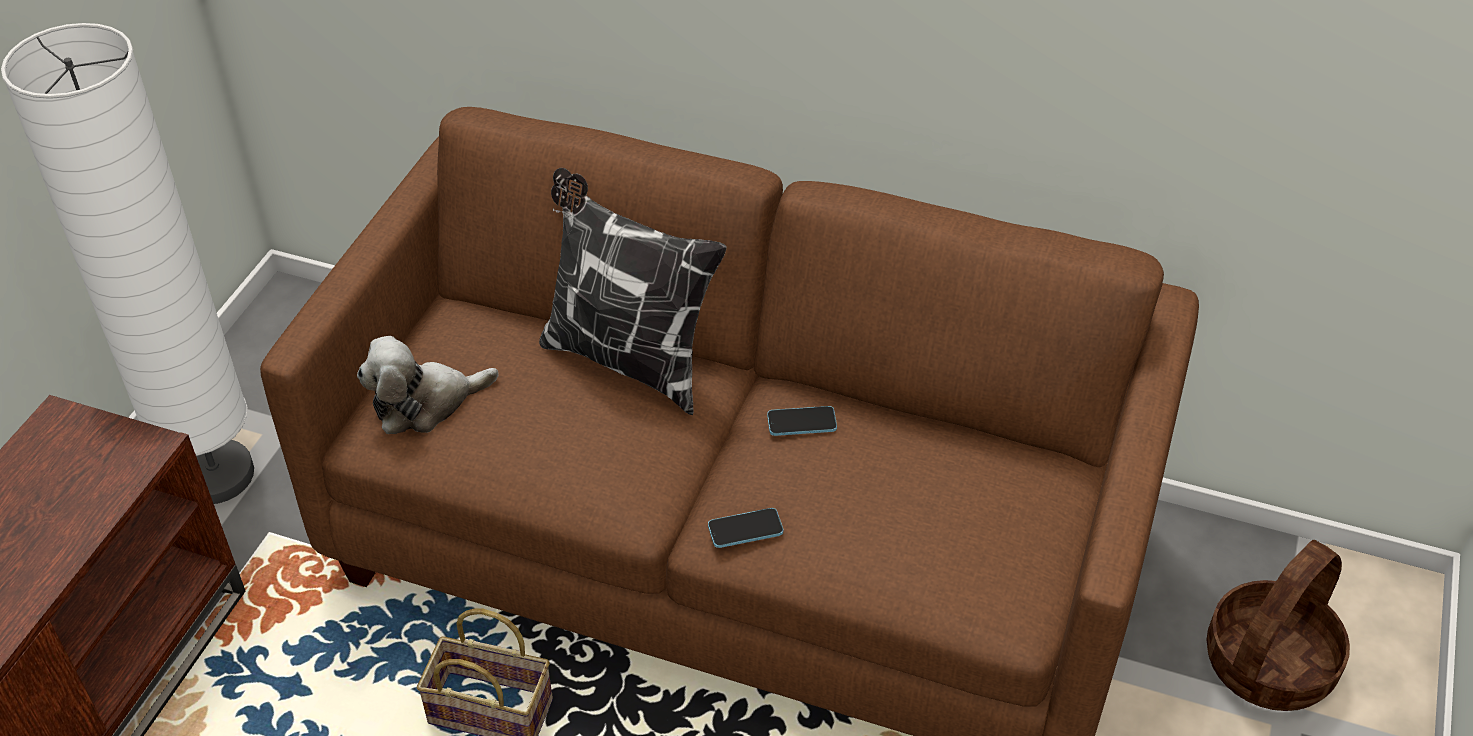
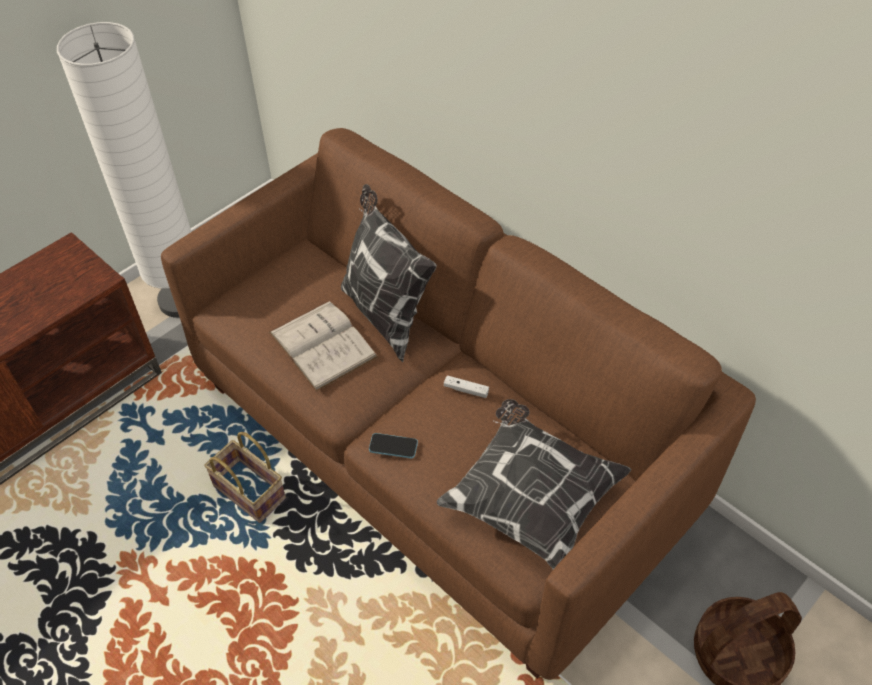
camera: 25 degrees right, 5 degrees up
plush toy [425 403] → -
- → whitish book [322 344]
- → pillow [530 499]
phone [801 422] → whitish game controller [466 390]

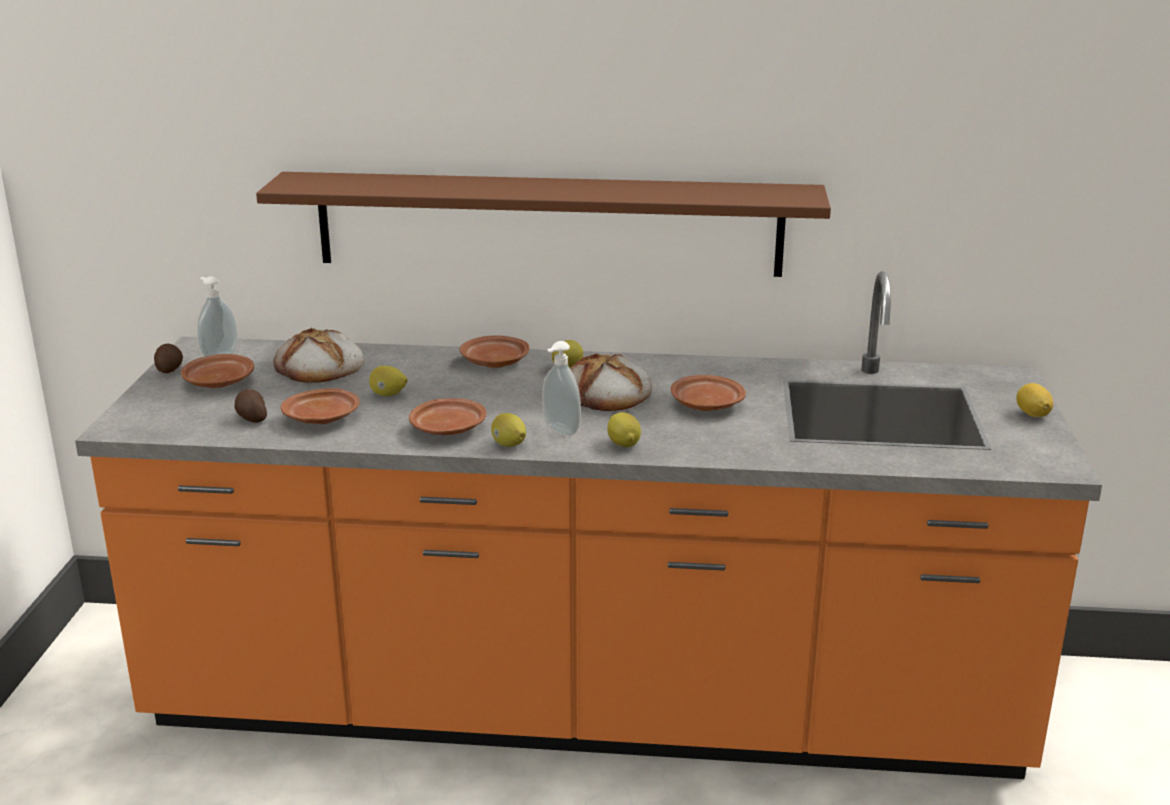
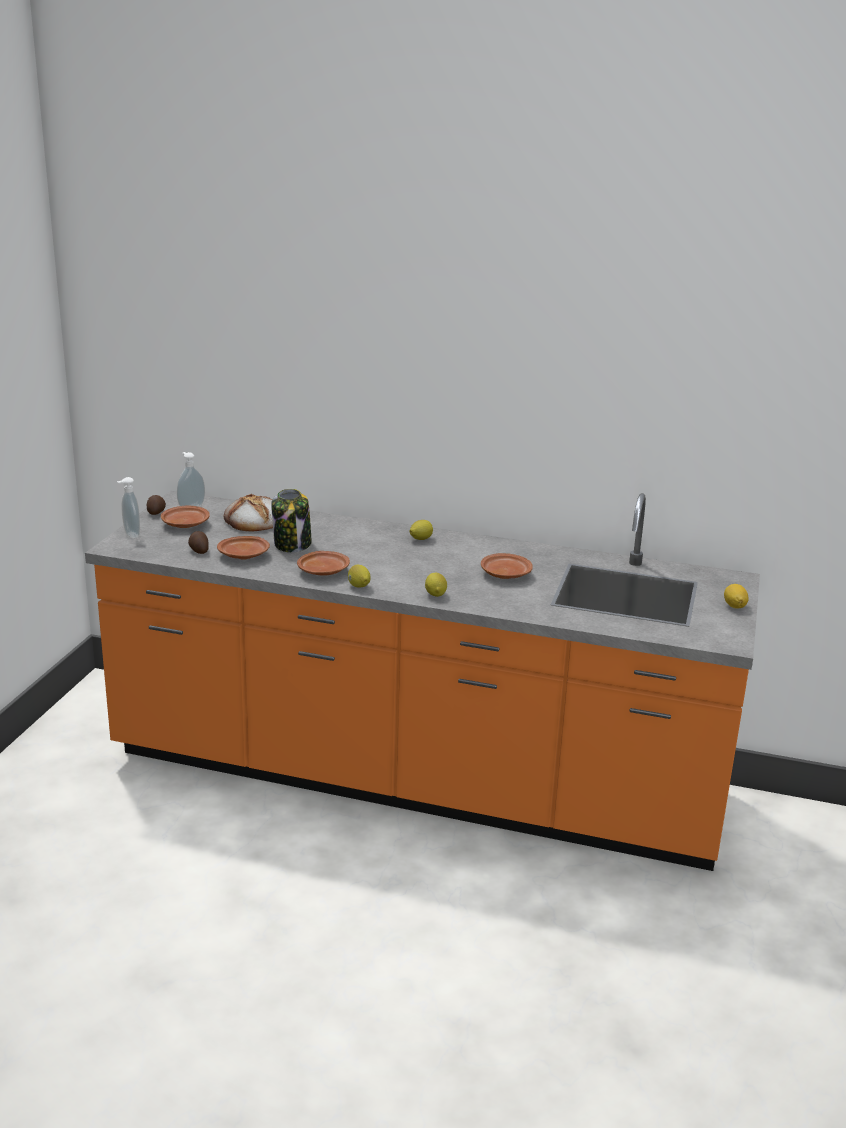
camera: 10 degrees right, 0 degrees up
brown-coloured bracket shelf [548 224] → -
brown-coloured plate [494 362] → -
bread [606 394] → -
soap dispenser [559 431] → soap dispenser [130 535], move
citrus fruit [388 395] → jar [292 544]

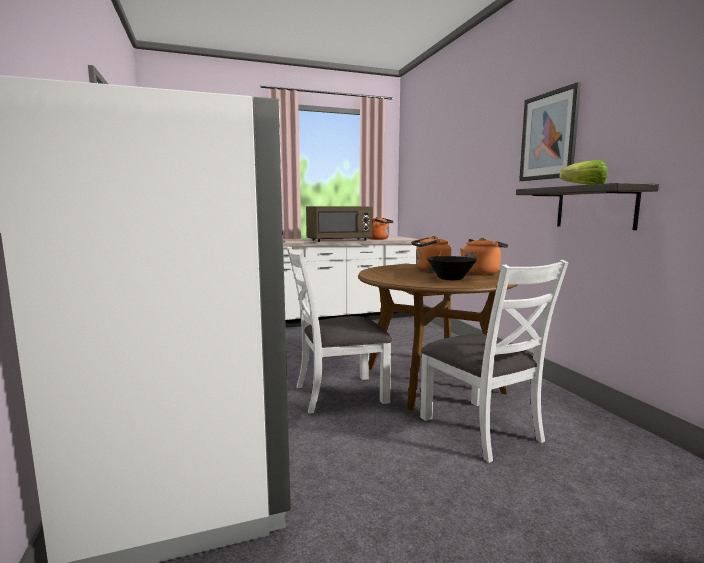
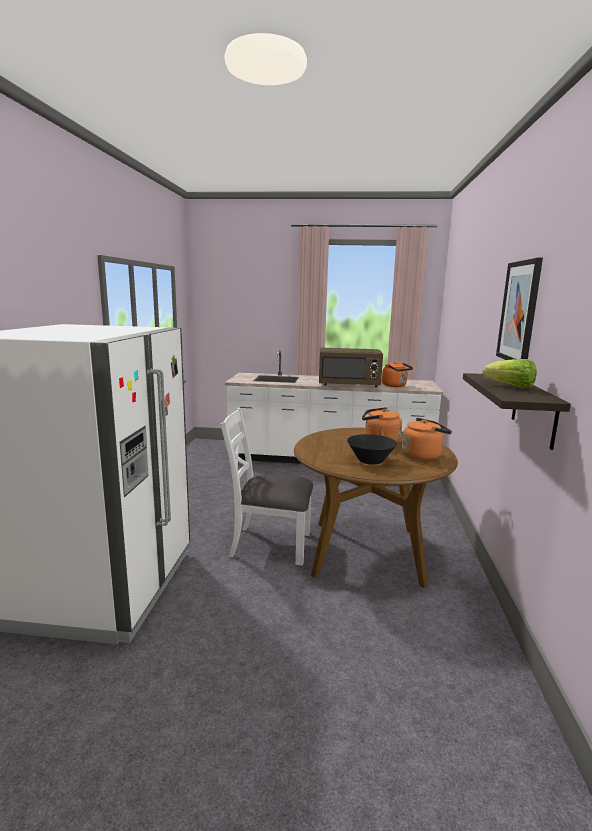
camera: 25 degrees right, 5 degrees up
whitish plain chair [481 428] → -

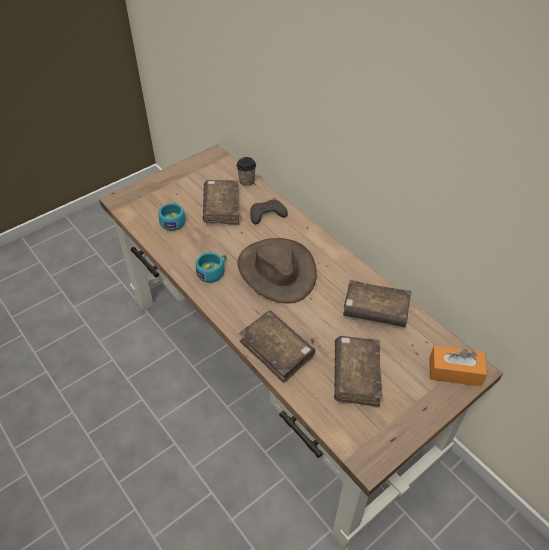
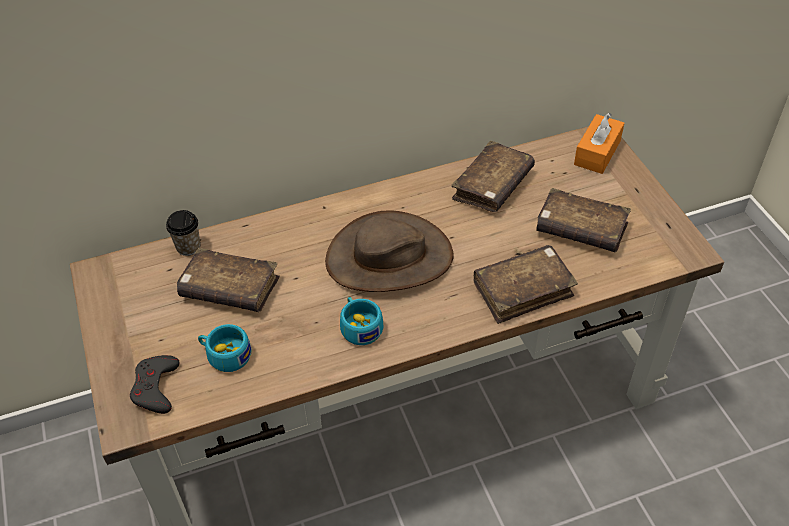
camera: 70 degrees left, 0 degrees up
grey game controller [267 214] → grey game controller [156 388], move

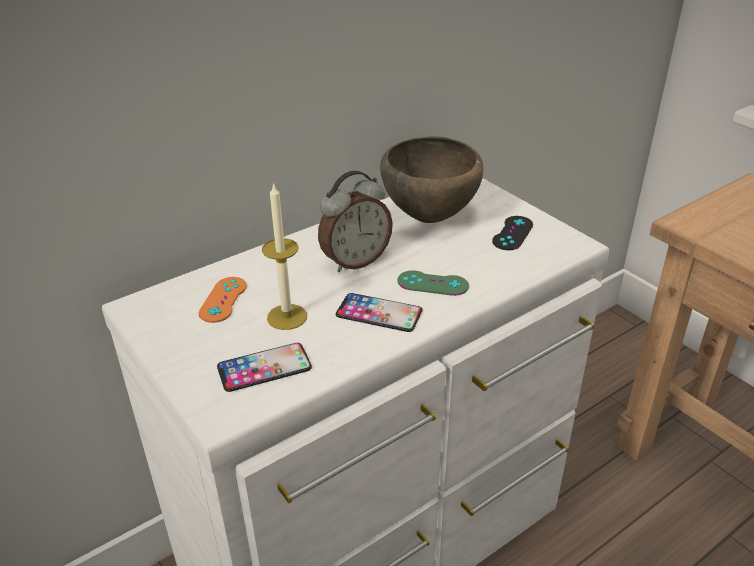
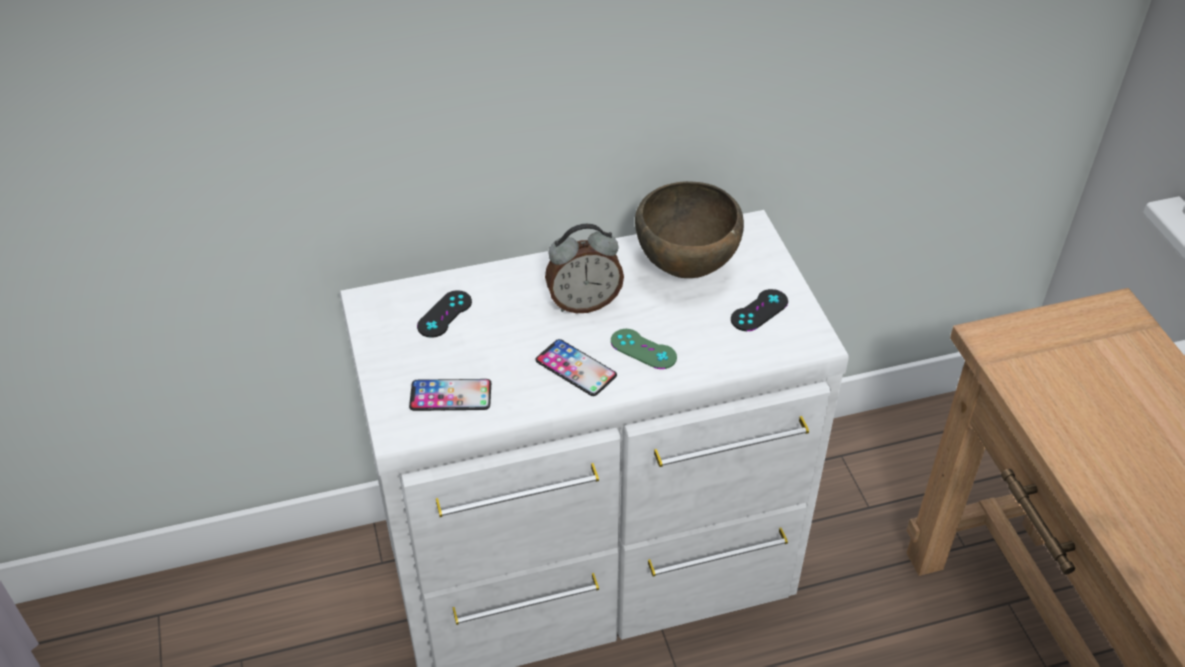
camera: 20 degrees right, 10 degrees up
candle [287 317] → -
orange-coloured game controller [223 299] → black-coloured game controller [444 314]

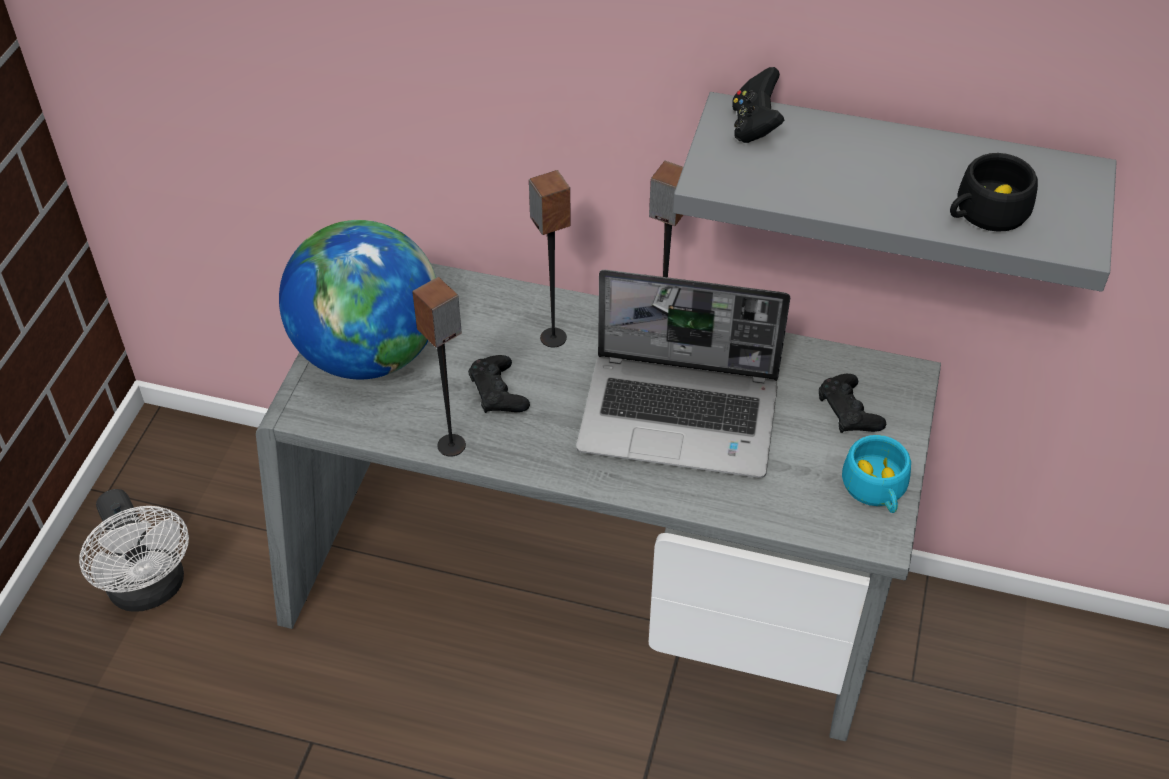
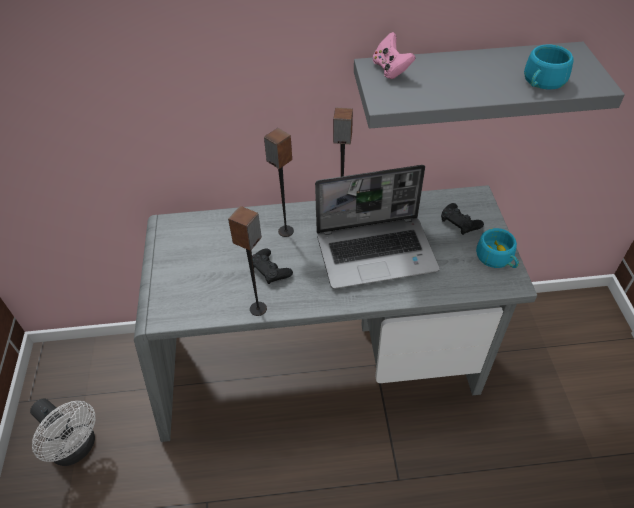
camera: 20 degrees left, 0 degrees up
world globe [368 353] → -
black-coloured game controller [754 126] → pink-coloured game controller [390 69]
black-coloured drinking cup [984 213] → blue-green drinking cup [542 82]

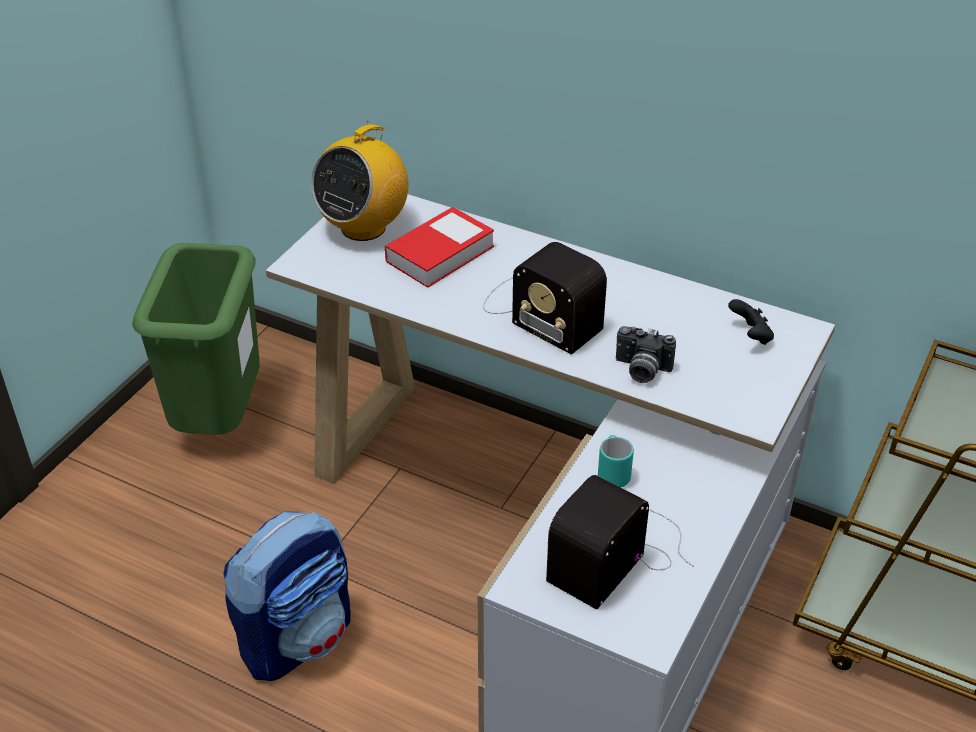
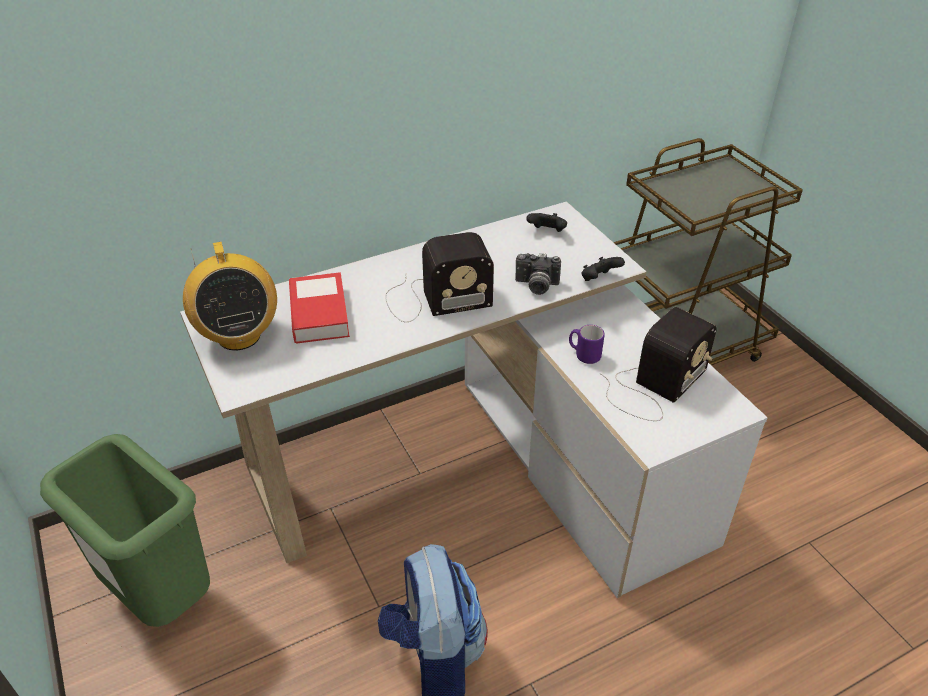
camera: 55 degrees left, 0 degrees up
- → black-coloured game controller [599 279]
blue-green coffee mug [613 473] → purple coffee mug [584 355]
radio receiver [619 551] → radio receiver [653 386], 120 degrees counterclockwise
still camera [641 370] → still camera [536 286], 45 degrees clockwise

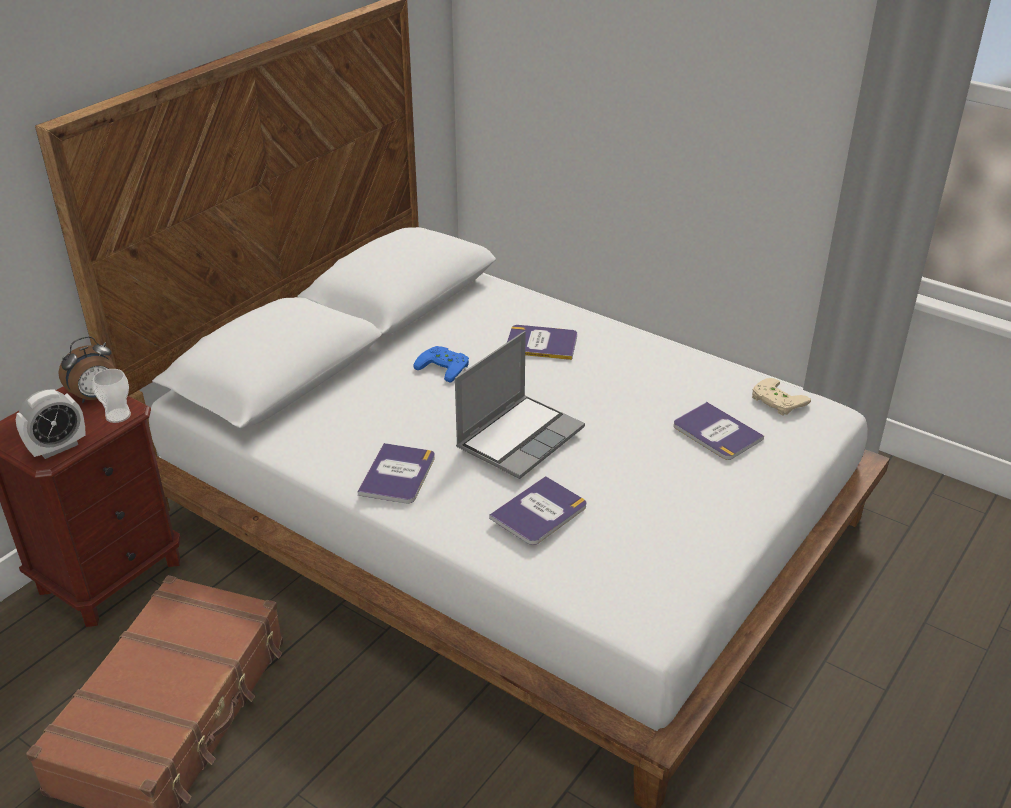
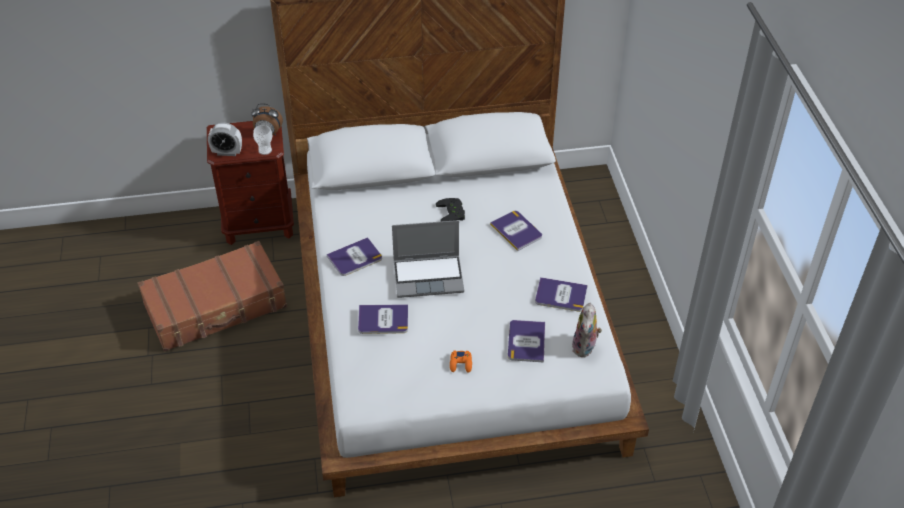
camera: 45 degrees right, 10 degrees up
- → orange-coloured game controller [461 364]
- → book [560 295]
beige-coloured game controller [776 401] → plush toy [585 347]
blue game controller [445 366] → black-coloured game controller [453 213]

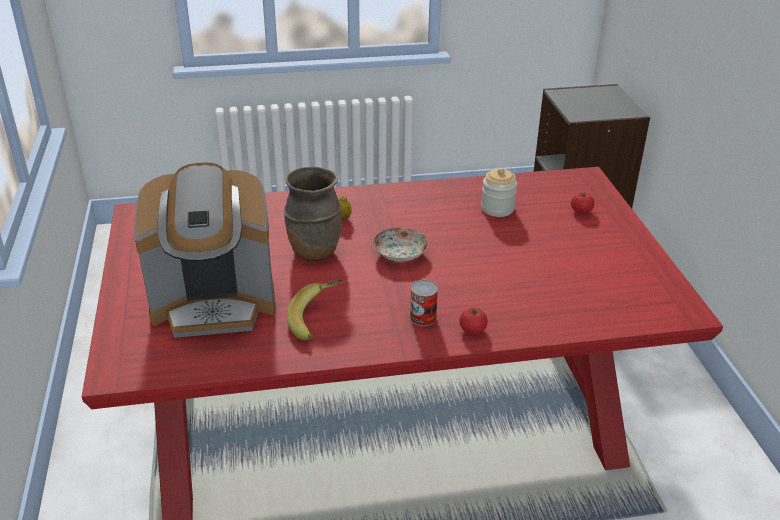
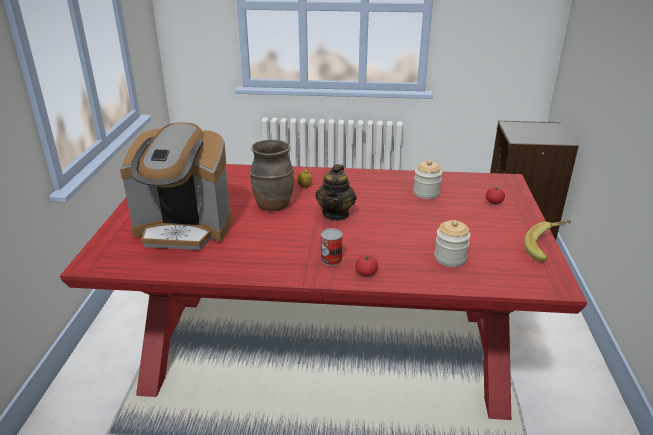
camera: 15 degrees right, 5 degrees down
- → jar [450 258]
whole banana [318 320] → whole banana [547 250], move
plate [400 253] → pot for tea [336 214]

